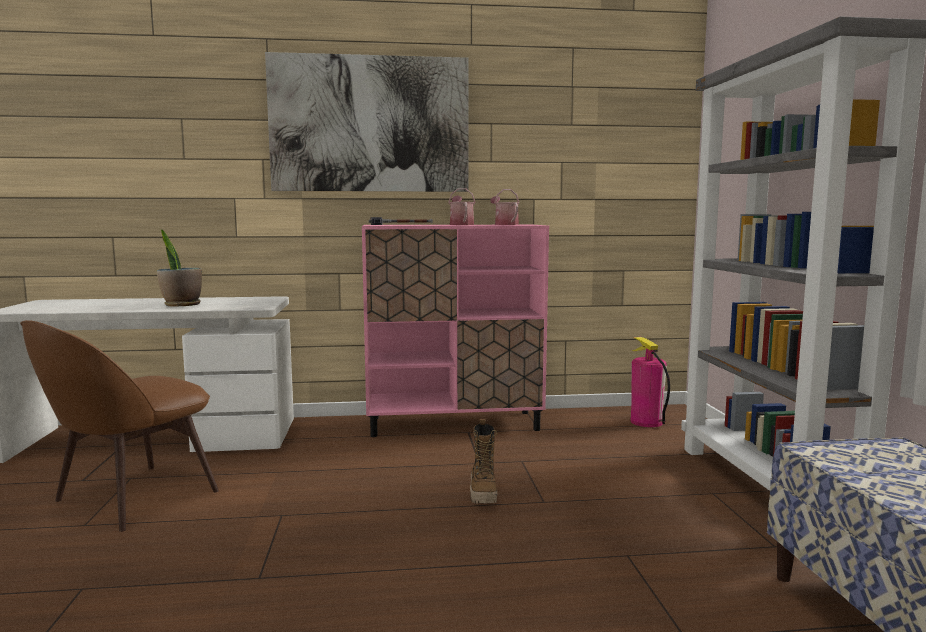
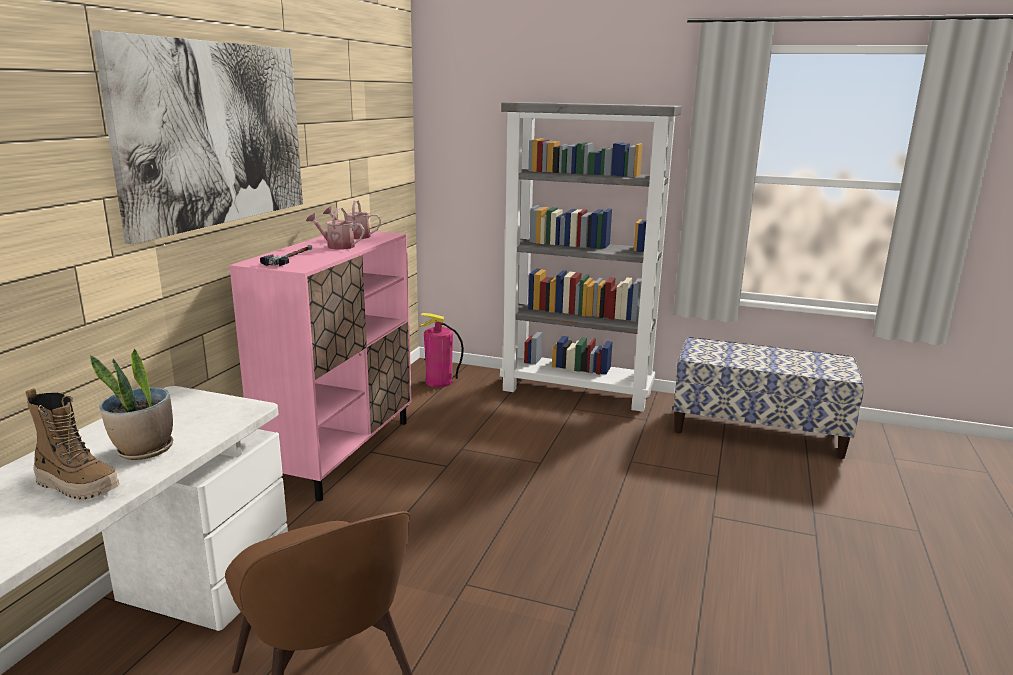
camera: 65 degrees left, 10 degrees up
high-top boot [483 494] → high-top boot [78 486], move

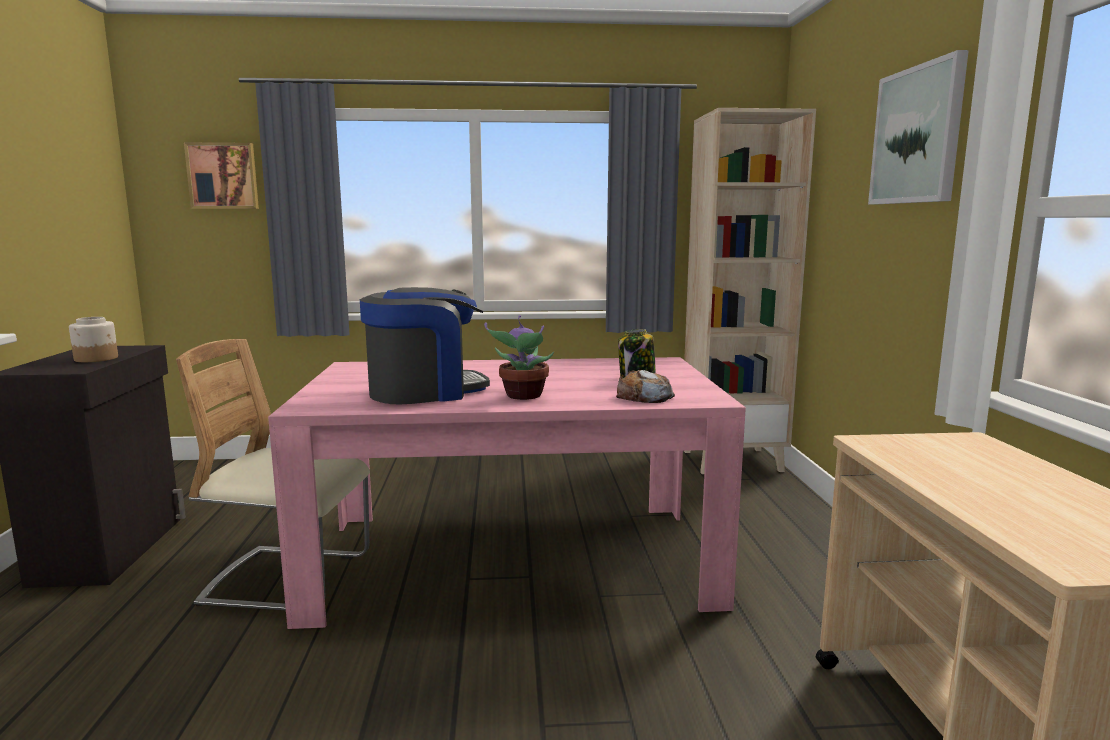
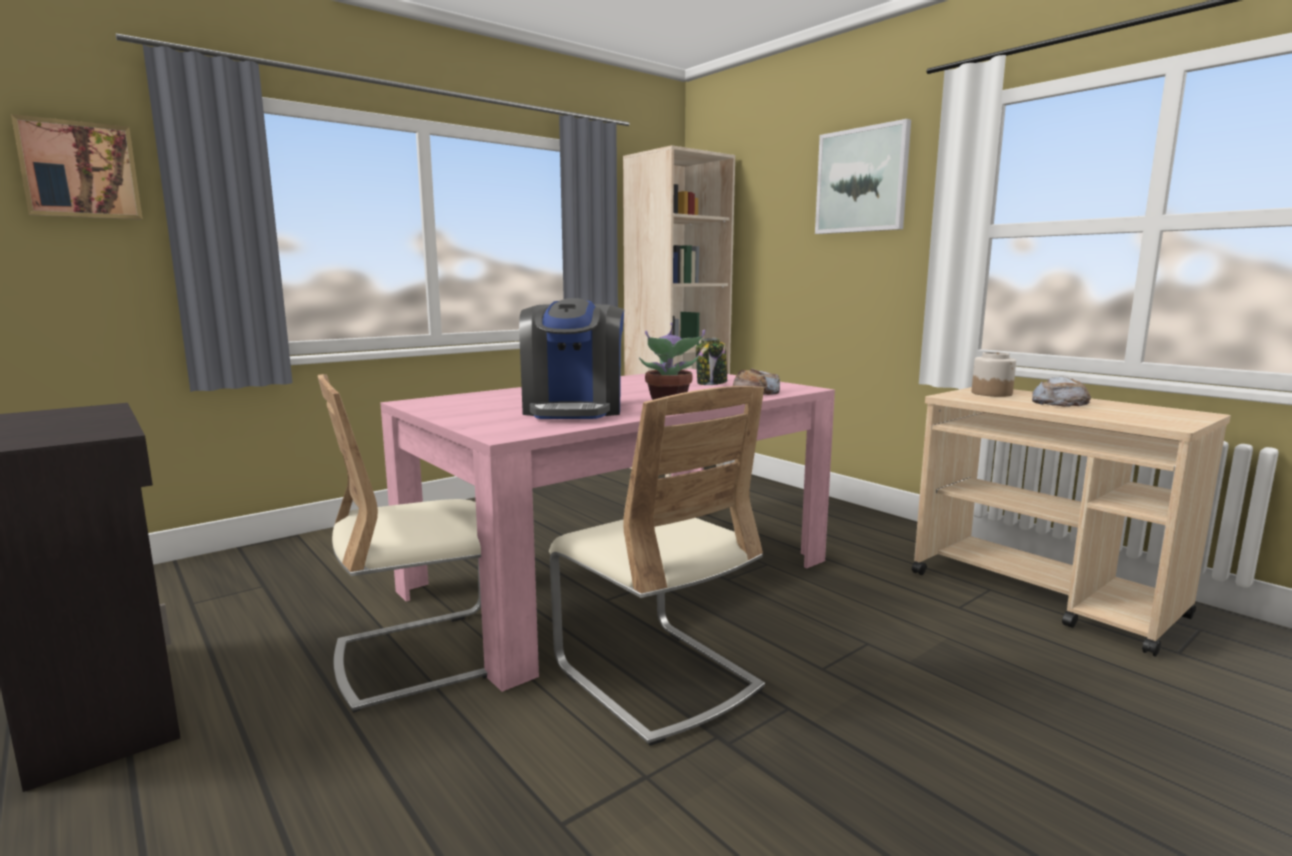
camera: 35 degrees left, 0 degrees up
- → beige-coloured plain chair [656 677]
- → bread [1059 403]
jar [97 358] → jar [991 393], move
coffee brewer [425 391] → coffee brewer [574 410], 150 degrees clockwise

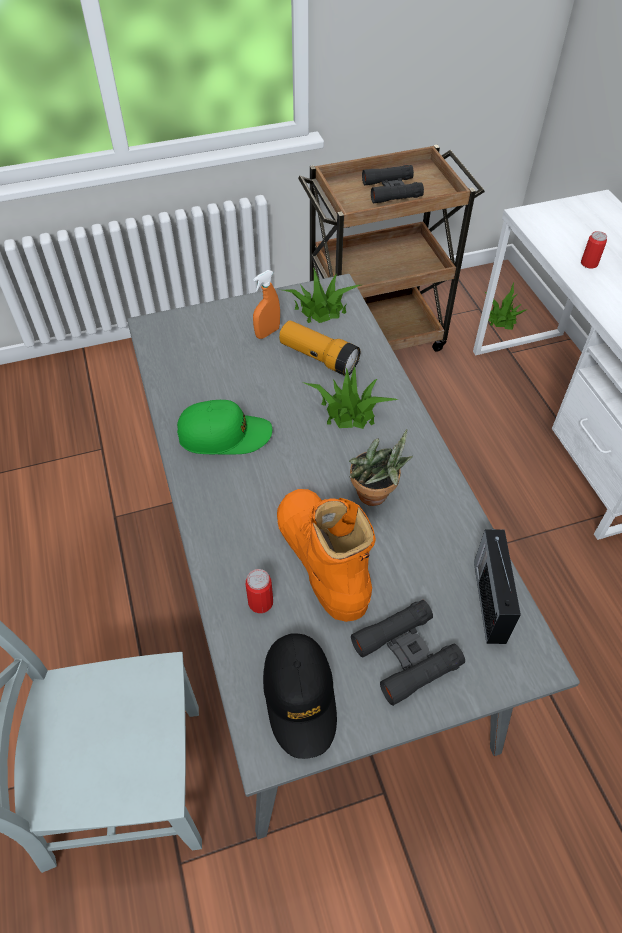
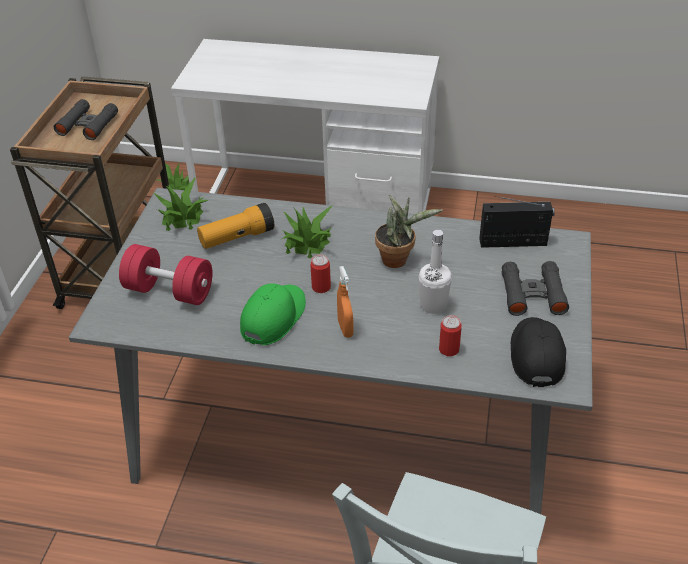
camera: 60 degrees left, 10 degrees down
- → red free weight [169 291]
orange-coloured spray bottle [267 332] → orange-coloured spray bottle [345 329], move
sealed can [589 263] → sealed can [321 287], move
orange-coloured high-top boot [322 559] → whitish bottle [433 305]
black-coloured cap [300 697] → black-coloured cap [536 355], 105 degrees counterclockwise
radio receiver [489 599] → radio receiver [514 242], 150 degrees clockwise

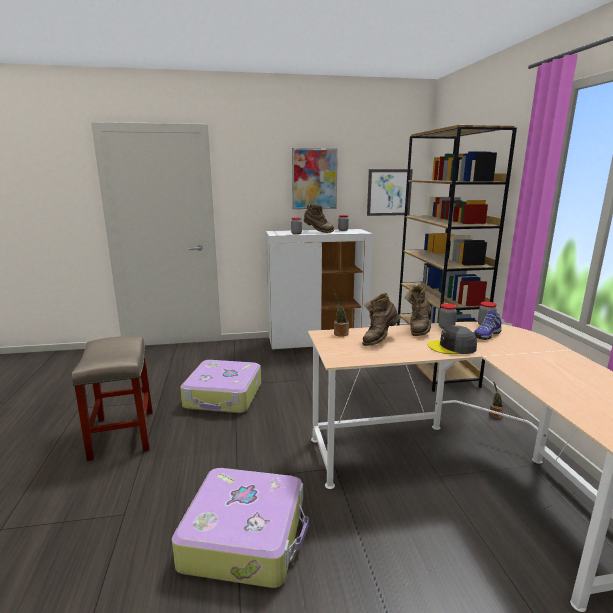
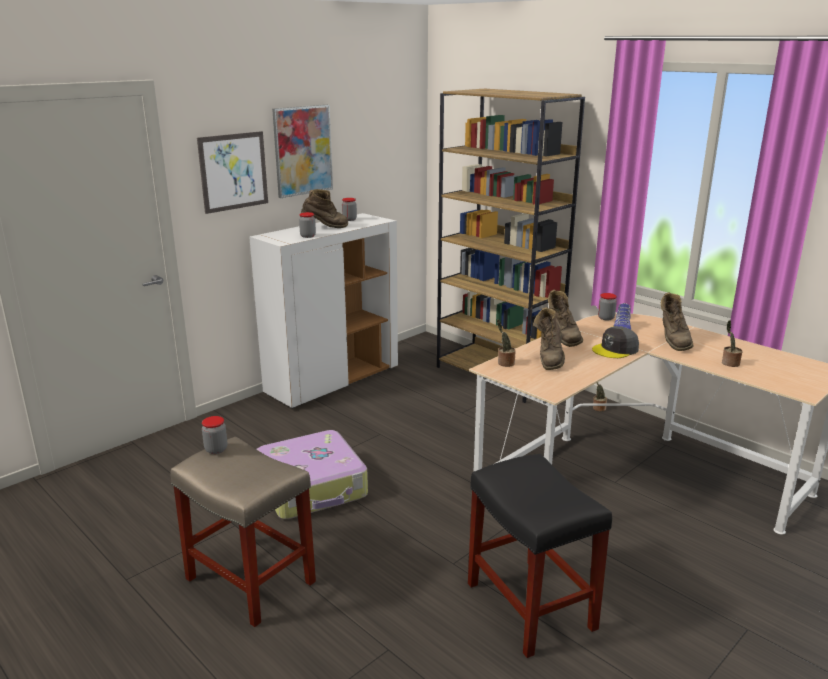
camera: 35 degrees left, 5 degrees up
- → brown-coloured high-top boot [673 341]
- → houseplant [729 363]
wall picture [389 192] → wall picture [233 171], move
jar [446 327] → jar [216 449], move
piece of luggage [245 536] → black-coloured stool [528 604]

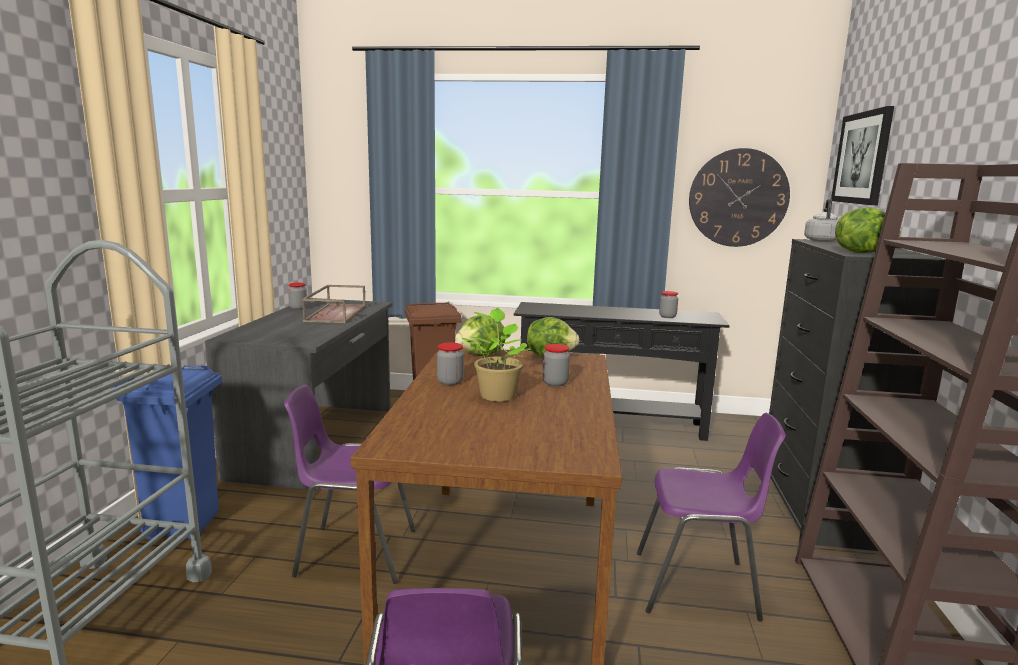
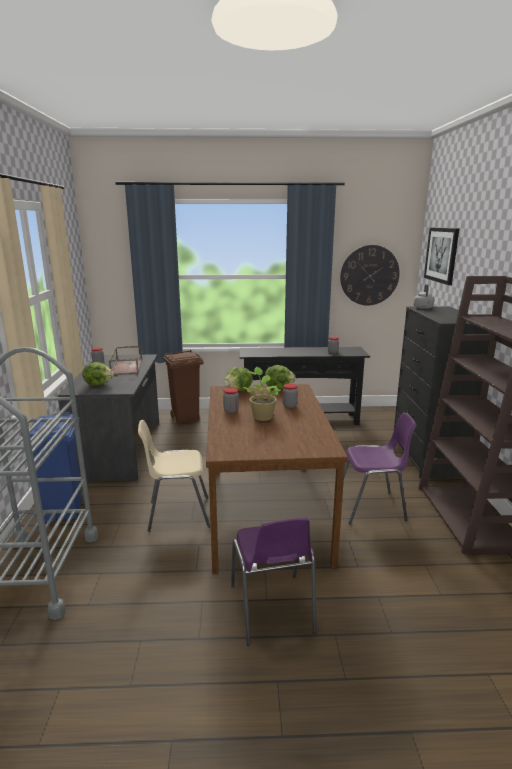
camera: 10 degrees left, 5 degrees up
head of lettuce [861 252] → head of lettuce [98 384], move
purple plain chair [353 552] → beige-coloured plain chair [177 514]

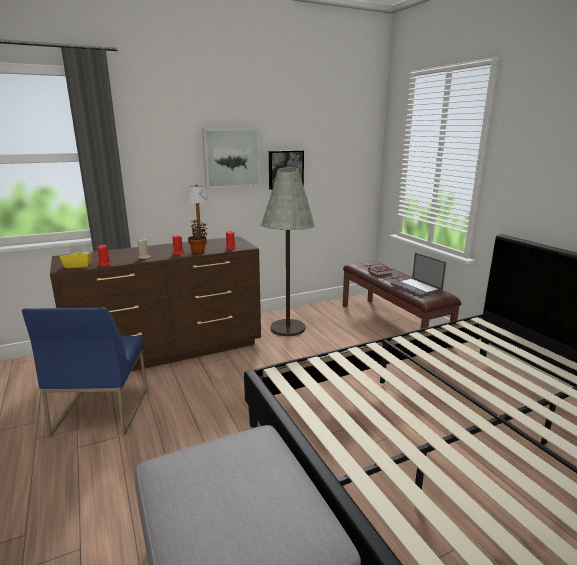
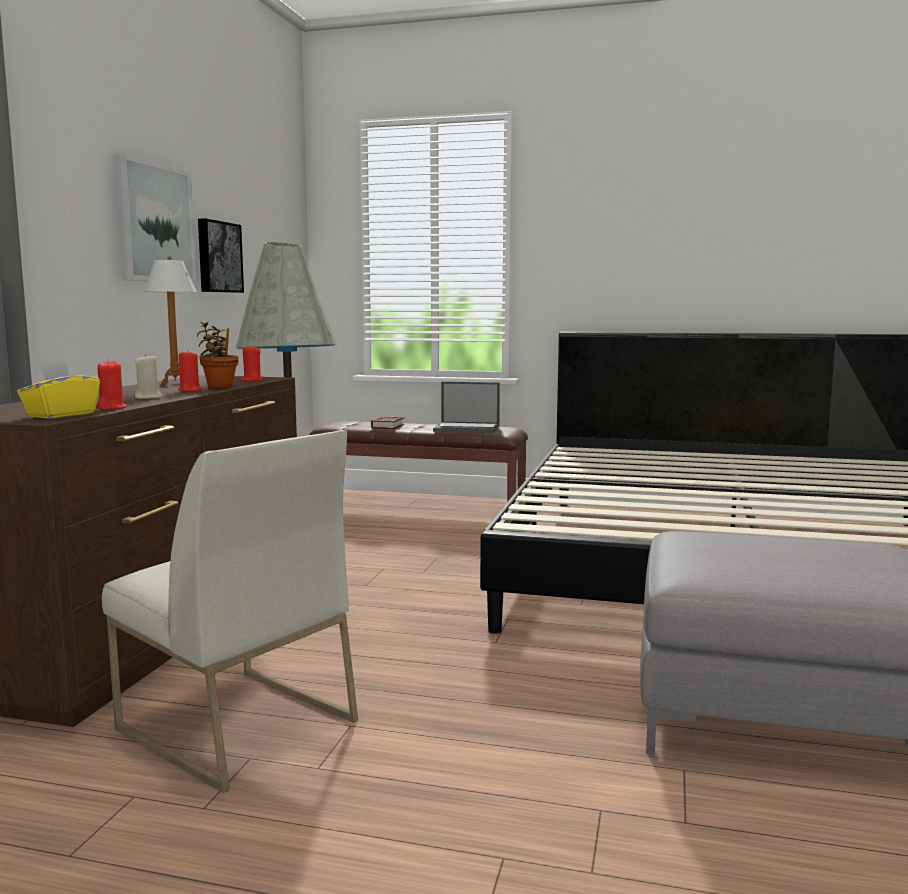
camera: 50 degrees left, 10 degrees down
blue plain chair [101 411] → whitish plain chair [235 725]

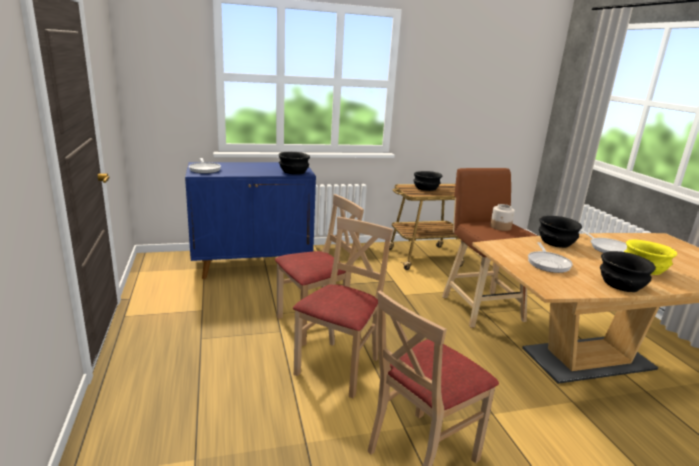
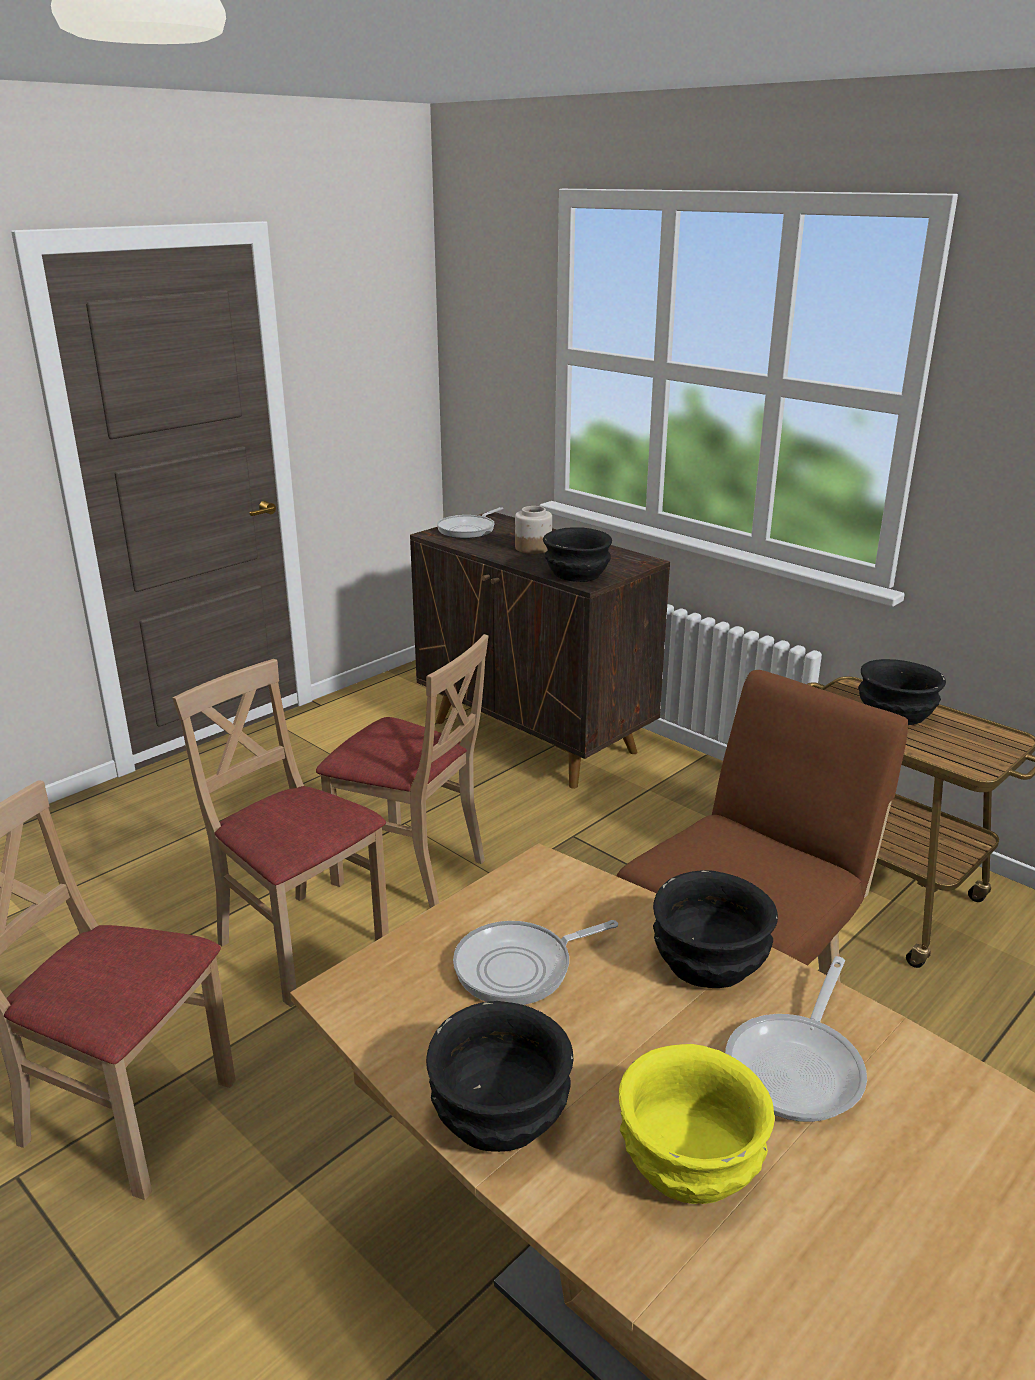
camera: 60 degrees right, 5 degrees up
jar [500 227] → jar [533 548], move
blue cupboard [253 265] → brown-coloured cupboard [535 737]
beige-coloured plain chair [339 367] → beige-coloured plain chair [300 944], 135 degrees counterclockwise

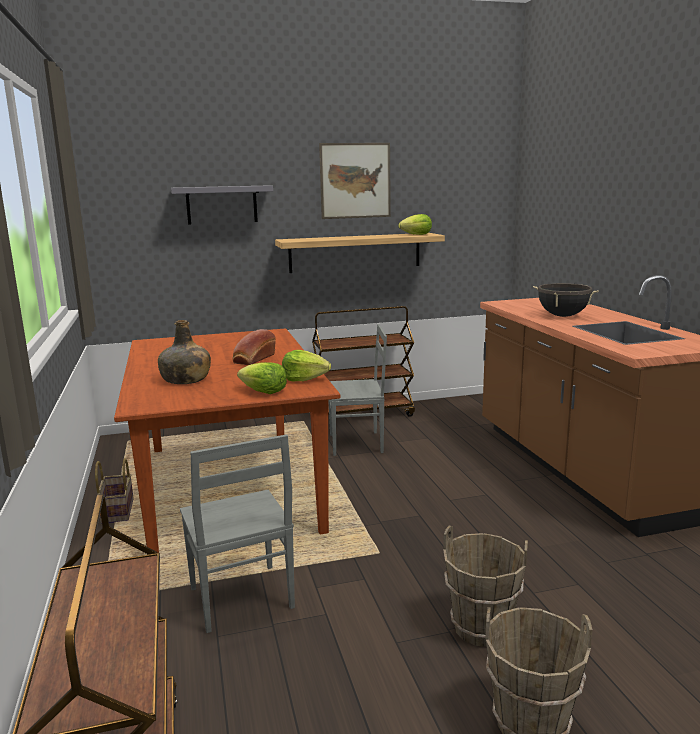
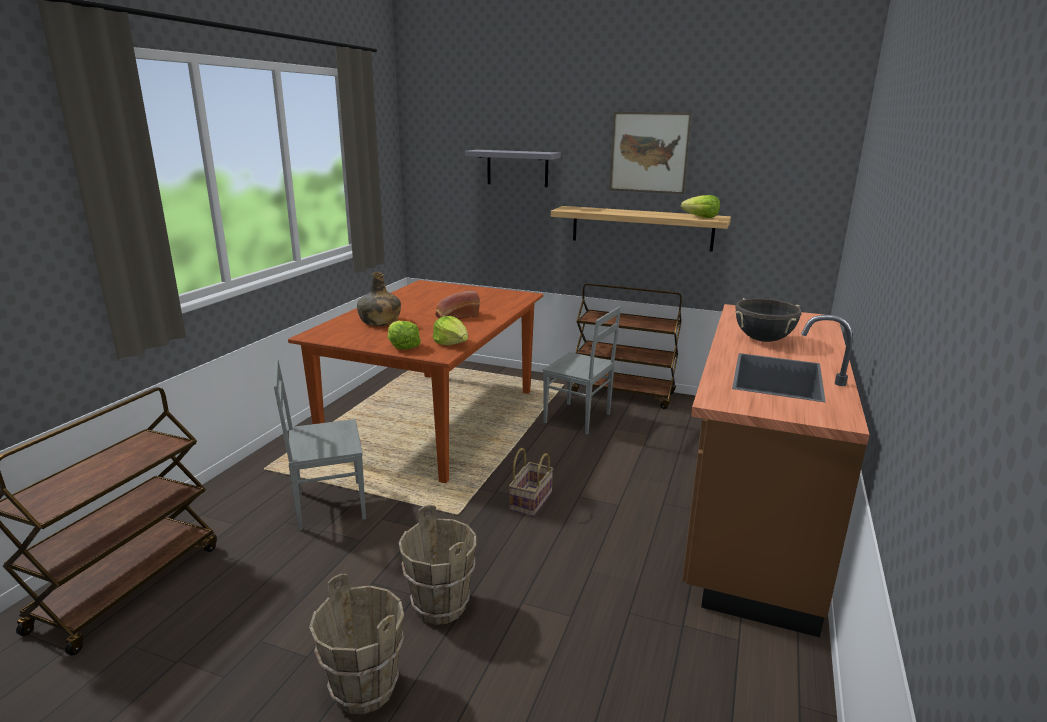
camera: 35 degrees right, 5 degrees up
storage basket [116 511] → storage basket [530 500], move
grey plain chair [240 599] → grey plain chair [329 504], 60 degrees clockwise

